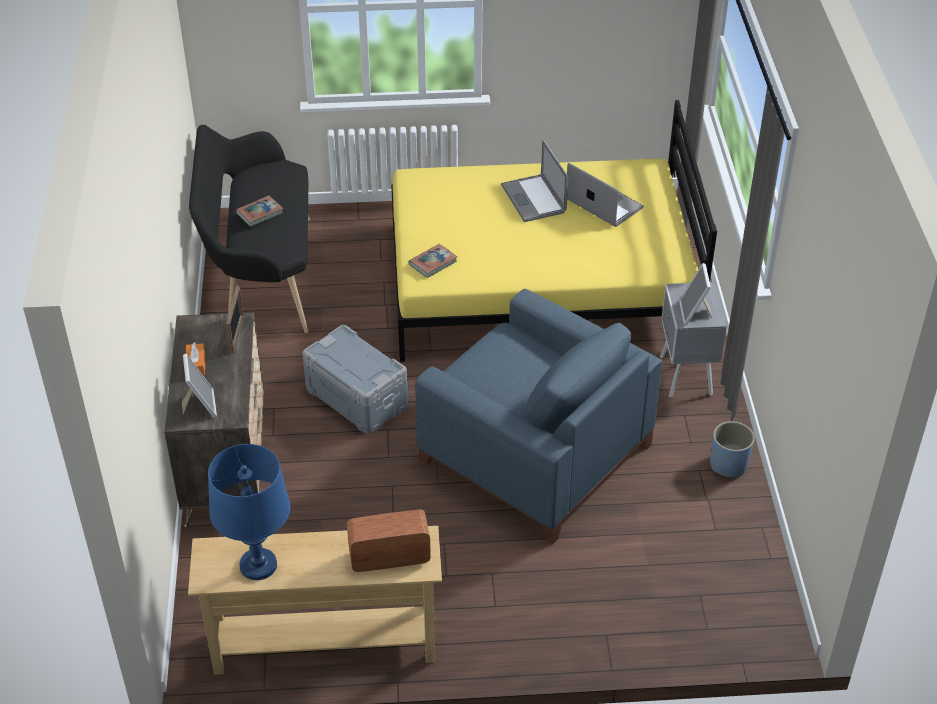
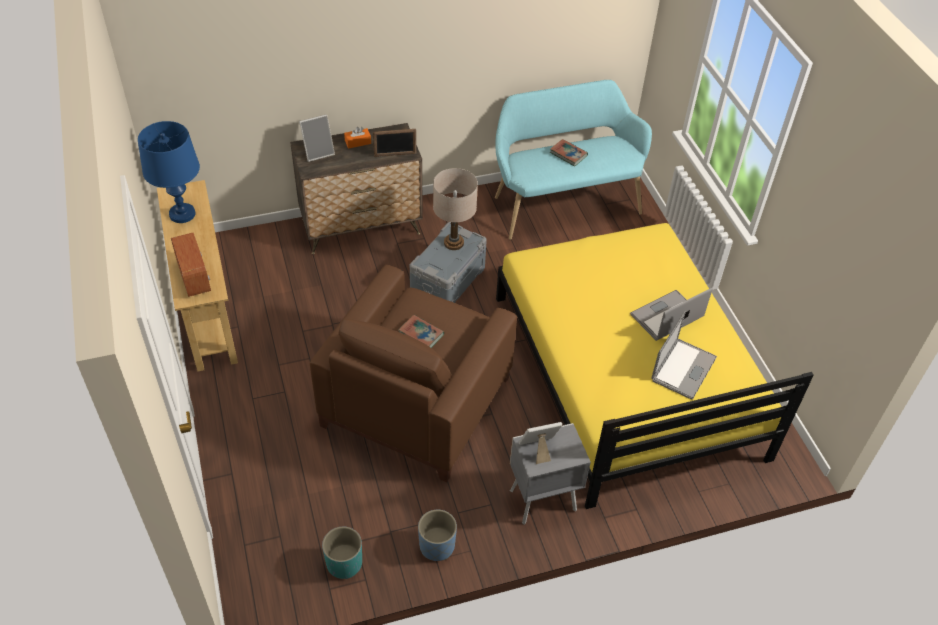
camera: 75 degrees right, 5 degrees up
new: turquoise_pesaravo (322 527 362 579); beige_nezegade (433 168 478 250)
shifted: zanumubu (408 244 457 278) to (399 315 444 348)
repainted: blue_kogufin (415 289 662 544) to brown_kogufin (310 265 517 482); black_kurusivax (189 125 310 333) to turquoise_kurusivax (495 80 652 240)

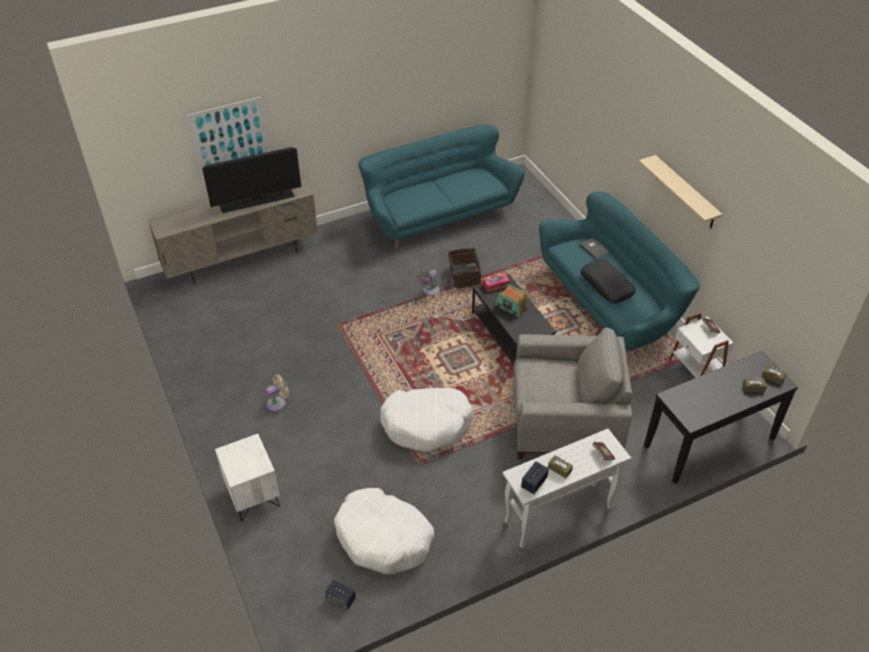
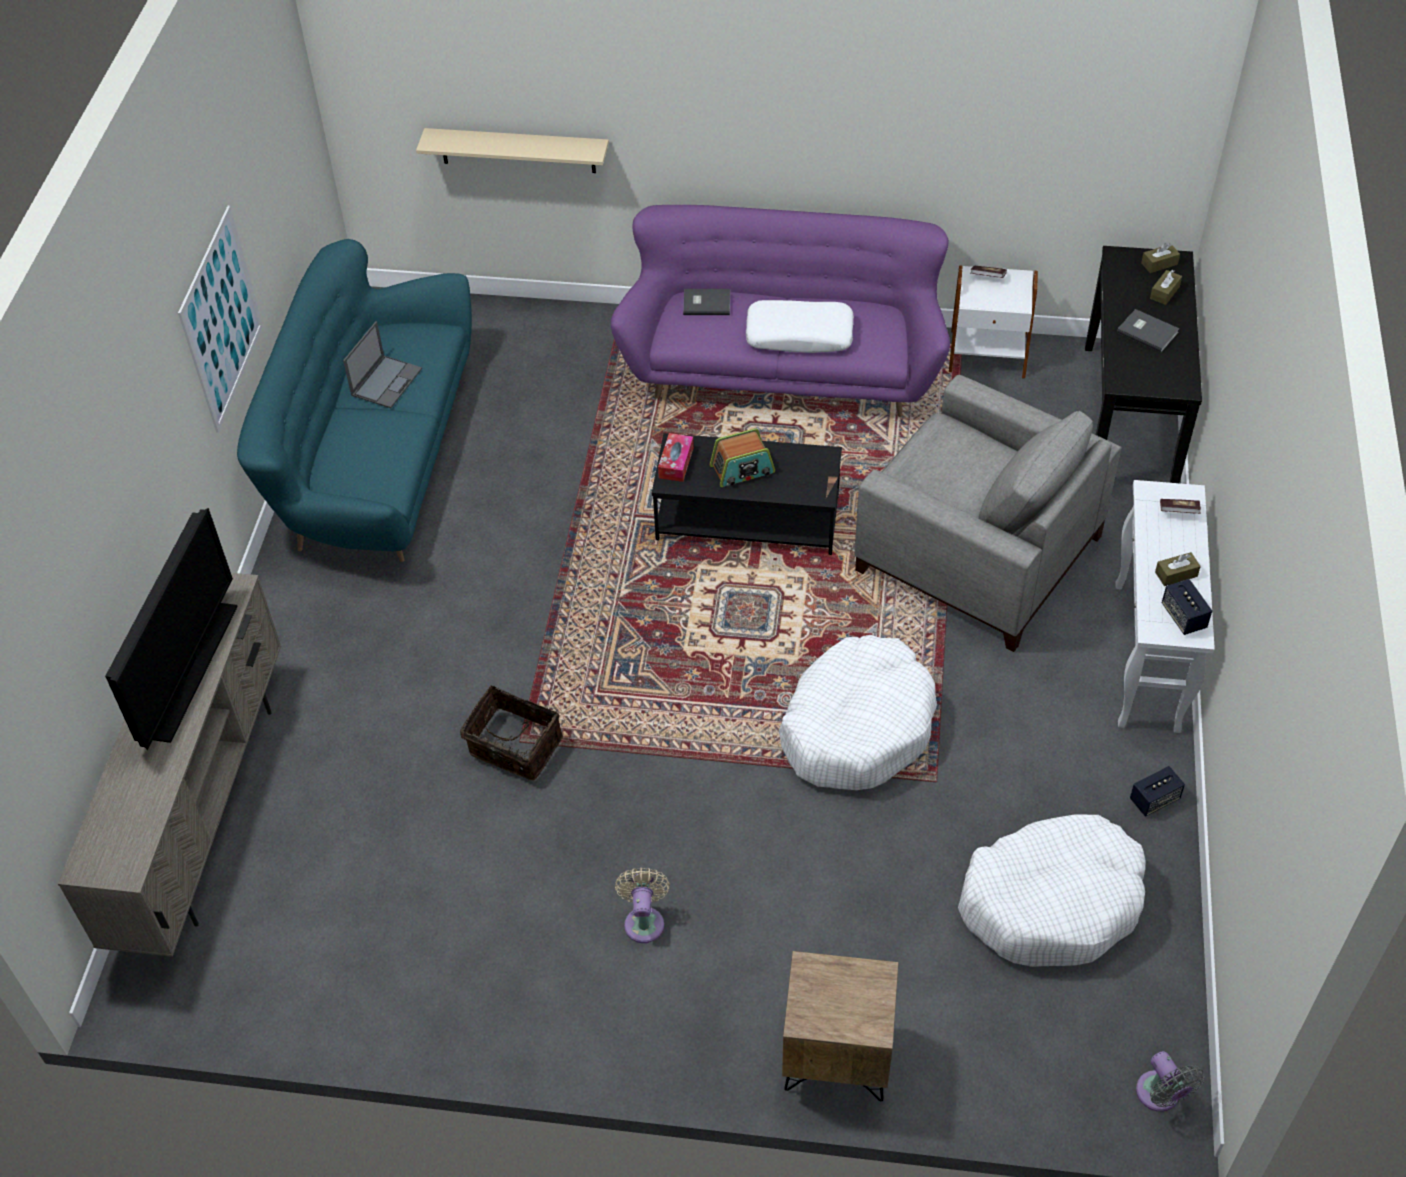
camera: 55 degrees left, 5 degrees up
new: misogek (343 321 422 408); grey_zanumubu (1117 309 1179 352)
shifted: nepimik (187 97 270 179) to (178 206 263 433); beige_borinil (639 155 723 228) to (416 128 609 173); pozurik (448 248 481 288) to (460 685 563 780); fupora (325 579 356 609) to (1130 766 1185 817); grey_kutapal (417 270 439 296) to (1136 1051 1204 1112)
repainted: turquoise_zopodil (539 191 700 352) to purple_zopodil (611 205 950 417); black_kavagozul (581 259 636 304) to white_kavagozul (746 300 854 353); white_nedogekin (215 434 280 521) to brown_nedogekin (782 951 899 1101)
rotated: grey_kogufin (513 327 632 459) = (855 375 1121 652) 90 degrees clockwise

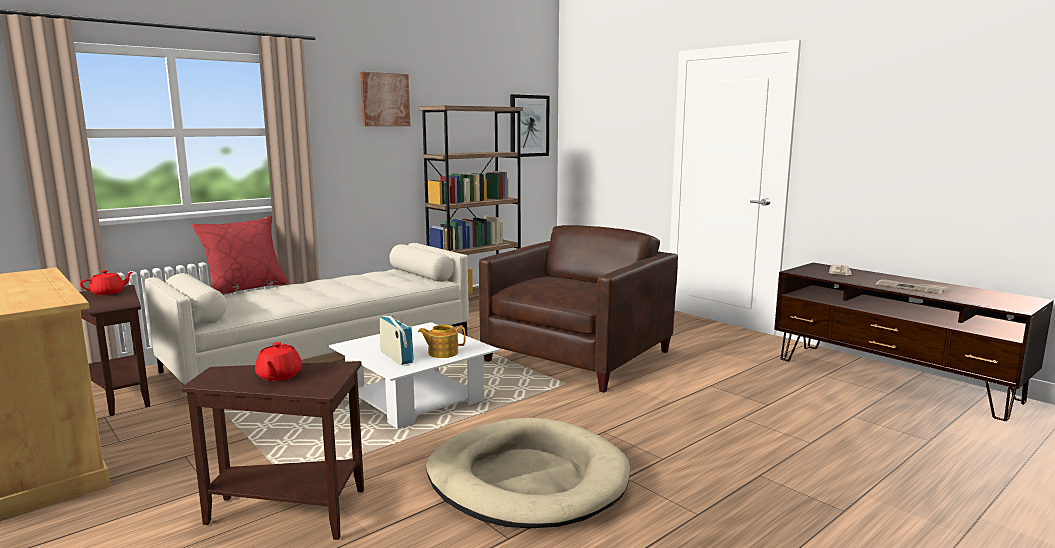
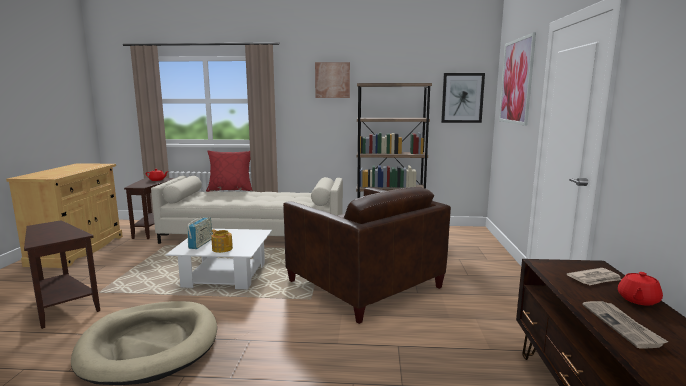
camera: 45 degrees right, 0 degrees up
new: nepimik (499 32 536 126)
shifted: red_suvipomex (255 342 302 381) to (618 272 663 306)
rotated: brown_kogufin (479 225 678 393) = (283 187 451 324) 60 degrees clockwise

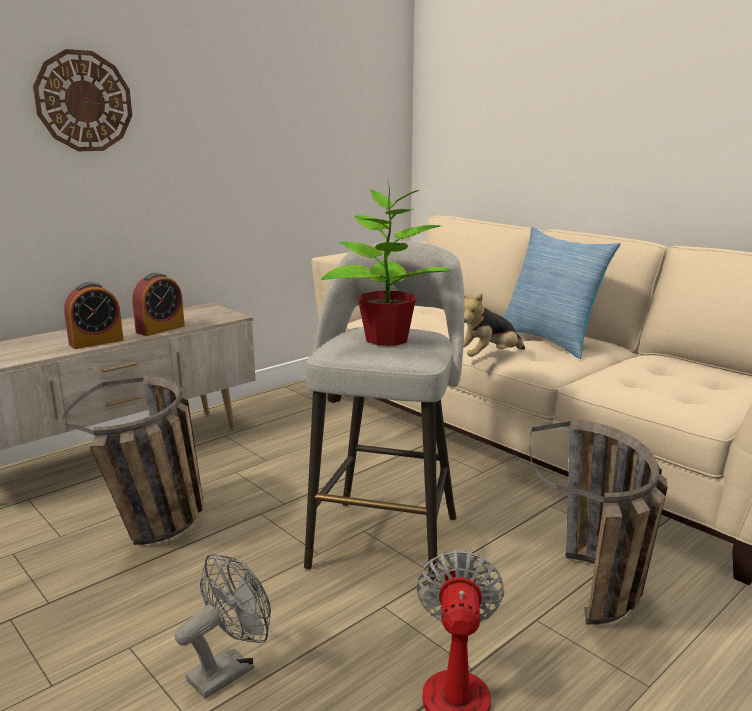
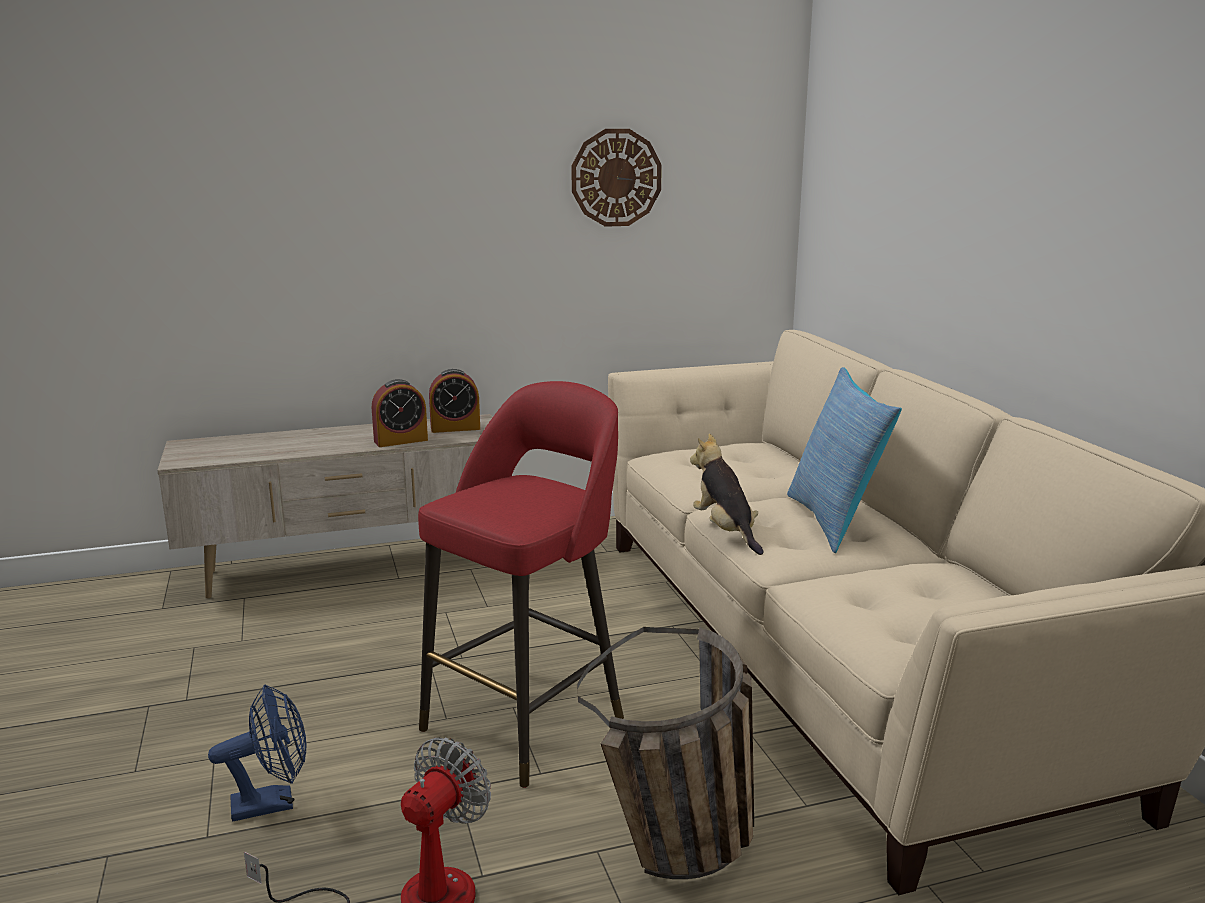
camera: 25 degrees right, 0 degrees up
gone: pozurik (62 376 204 545); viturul (321 181 451 346)
shifted: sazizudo (64 282 124 349) to (429 369 480 433); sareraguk (33 49 132 151) to (571 129 662 227)
repainted: grey_kutapal (175 554 271 699) to blue_kutapal (208 684 306 821); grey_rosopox (304 241 464 587) to red_rosopox (418 381 624 788)
rotated: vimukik (463 294 525 357) = (690 433 764 555) 75 degrees clockwise

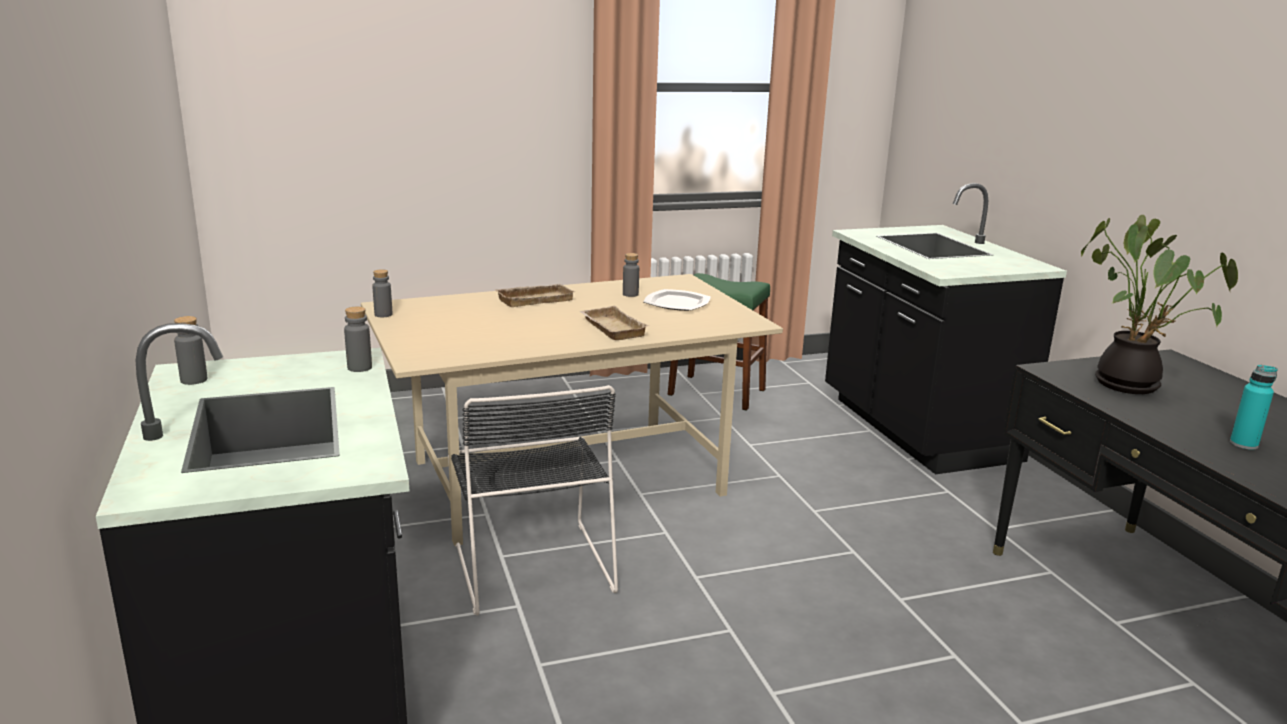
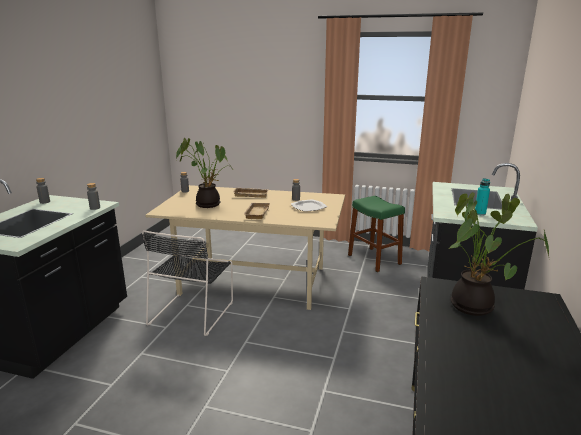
camera: 35 degrees right, 0 degrees up
new: viturul (176 138 233 208)
shifted: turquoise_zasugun (1230 365 1278 450) to (475 178 490 216)

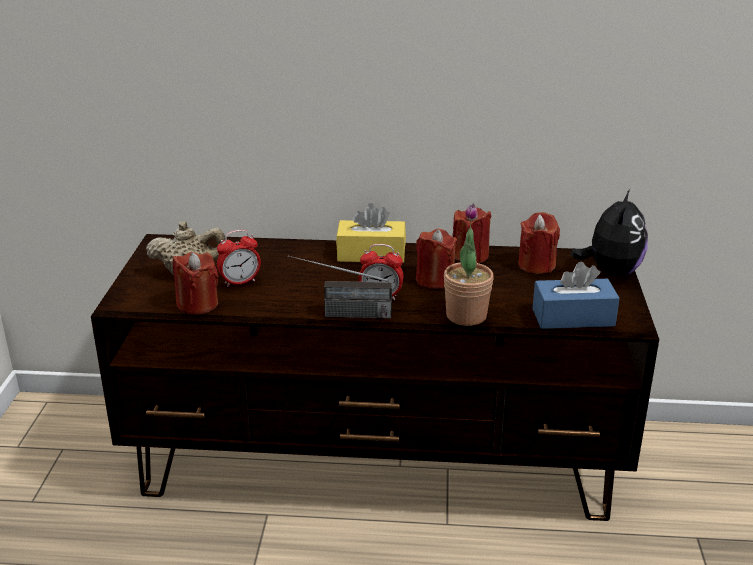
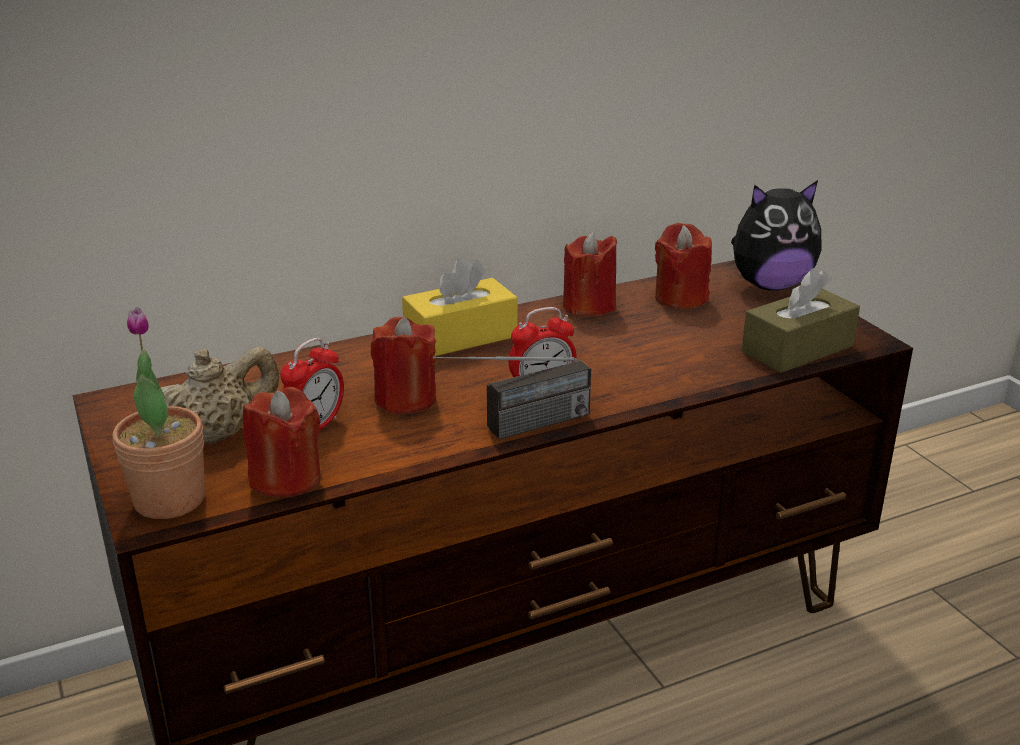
camera: 30 degrees left, 0 degrees up
shifted: viturul (444 204 494 326) to (112 307 205 519); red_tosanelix (416 229 457 289) to (371 317 436 414)
repainted: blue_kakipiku (532 262 620 329) to brown_kakipiku (742 268 860 373)
rotated: vimukik (571 189 648 277) = (731 180 822 291) 90 degrees clockwise

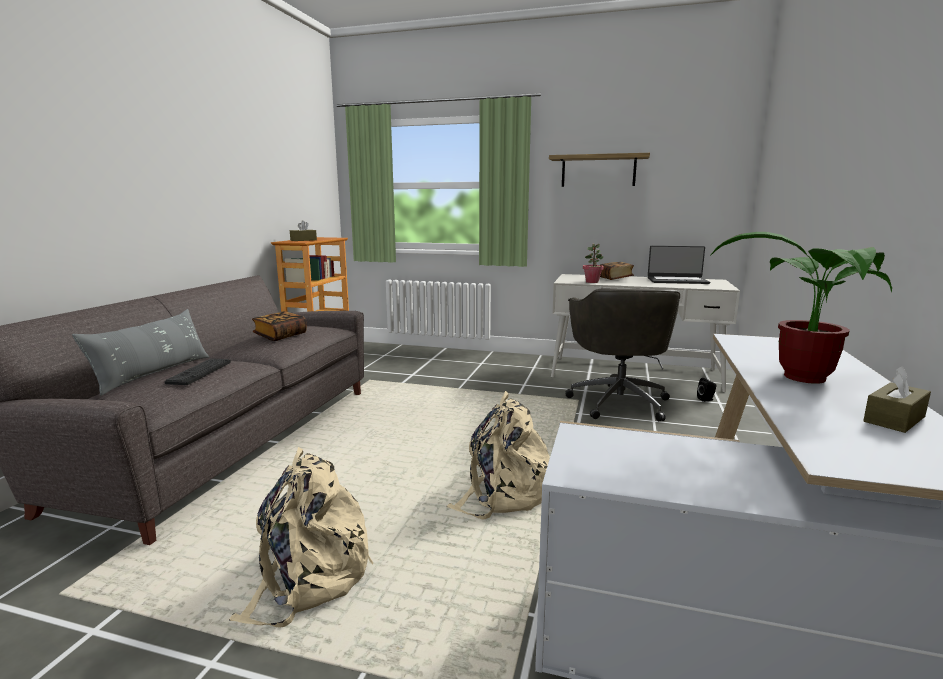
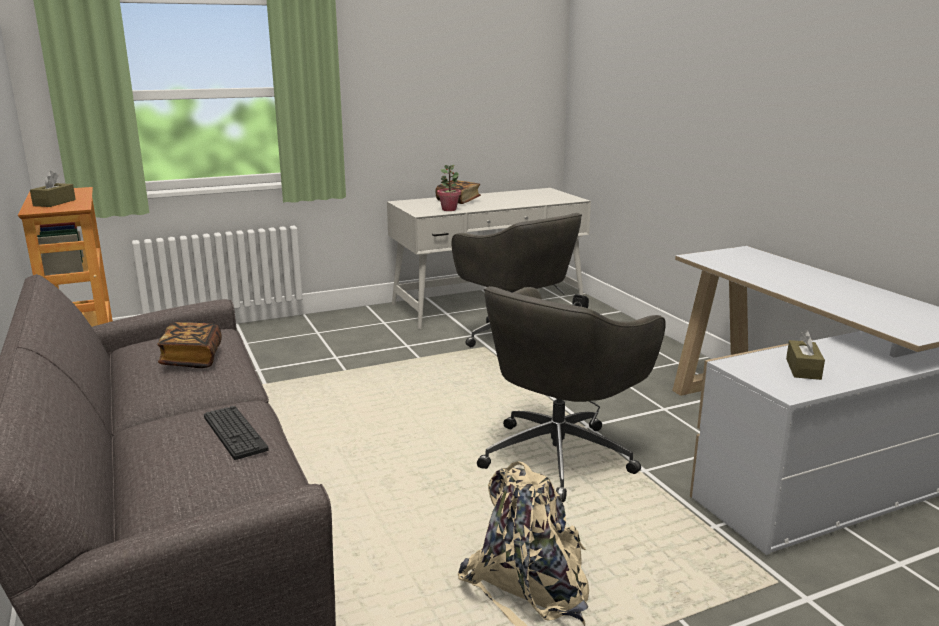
camera: 40 degrees left, 5 degrees up
gone: grey_kavagozul (72 309 209 396); borinil (549 153 650 187); misogek (648 246 710 284); viturul (710 232 892 384)
shifted: brown_kakipiku (863 366 931 433) to (786 330 825 380)
swapped: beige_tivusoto (446 391 550 519) to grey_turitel (477 286 666 502)

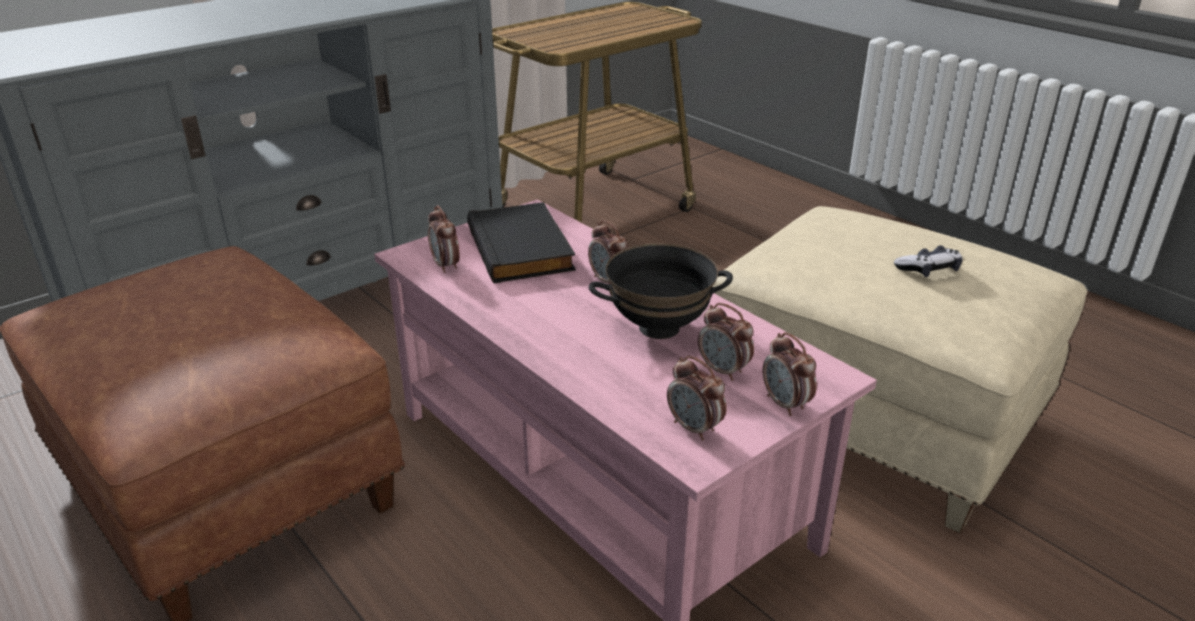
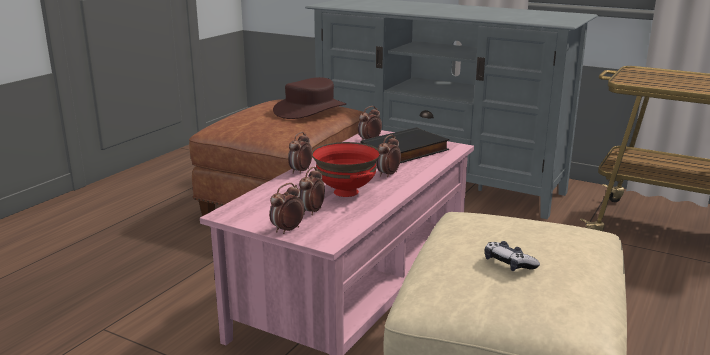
camera: 70 degrees right, 10 degrees down
new: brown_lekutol (273 77 346 119)
shifted: sazizudo (667 356 727 441) to (288 132 312 174)
repainted: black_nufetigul (589 243 733 339) to red_nufetigul (312 142 380 197)

